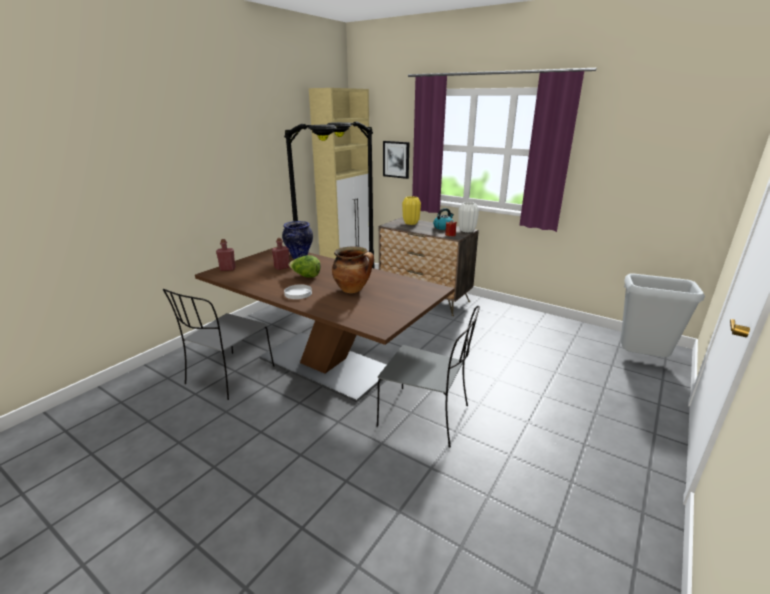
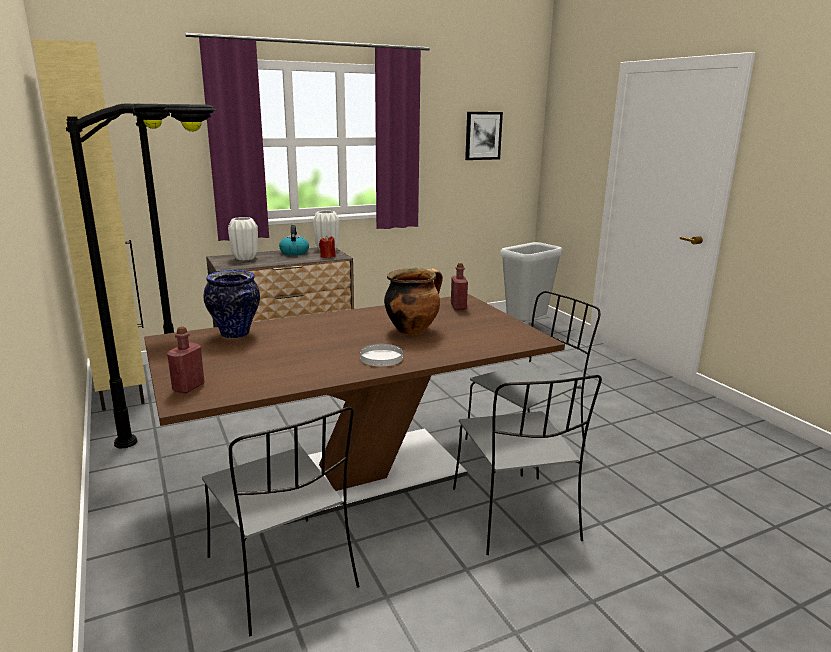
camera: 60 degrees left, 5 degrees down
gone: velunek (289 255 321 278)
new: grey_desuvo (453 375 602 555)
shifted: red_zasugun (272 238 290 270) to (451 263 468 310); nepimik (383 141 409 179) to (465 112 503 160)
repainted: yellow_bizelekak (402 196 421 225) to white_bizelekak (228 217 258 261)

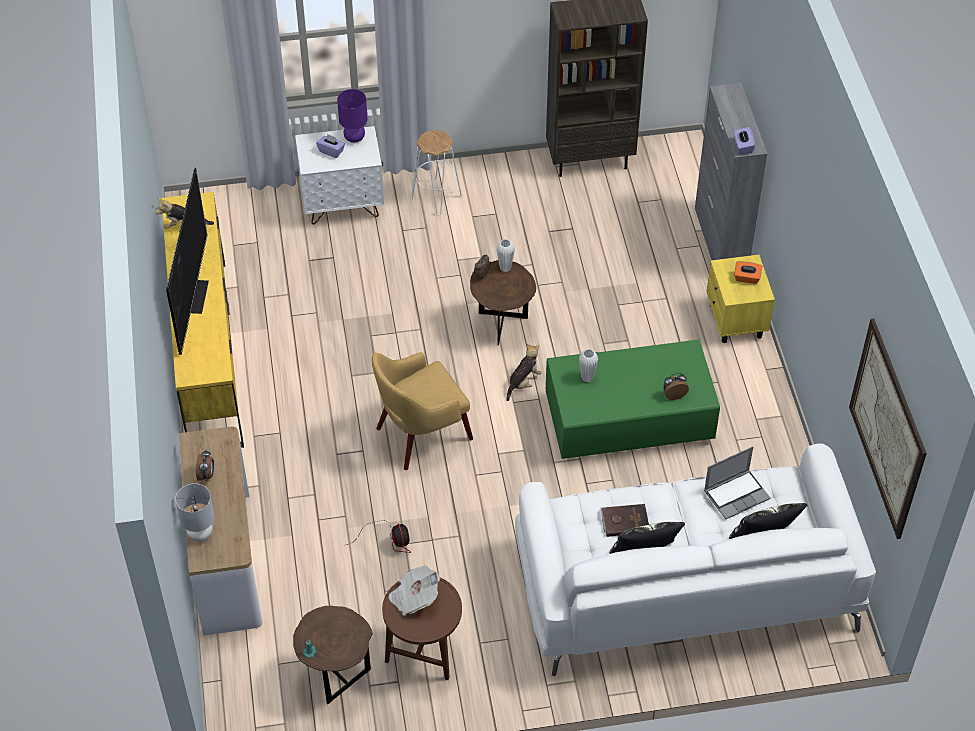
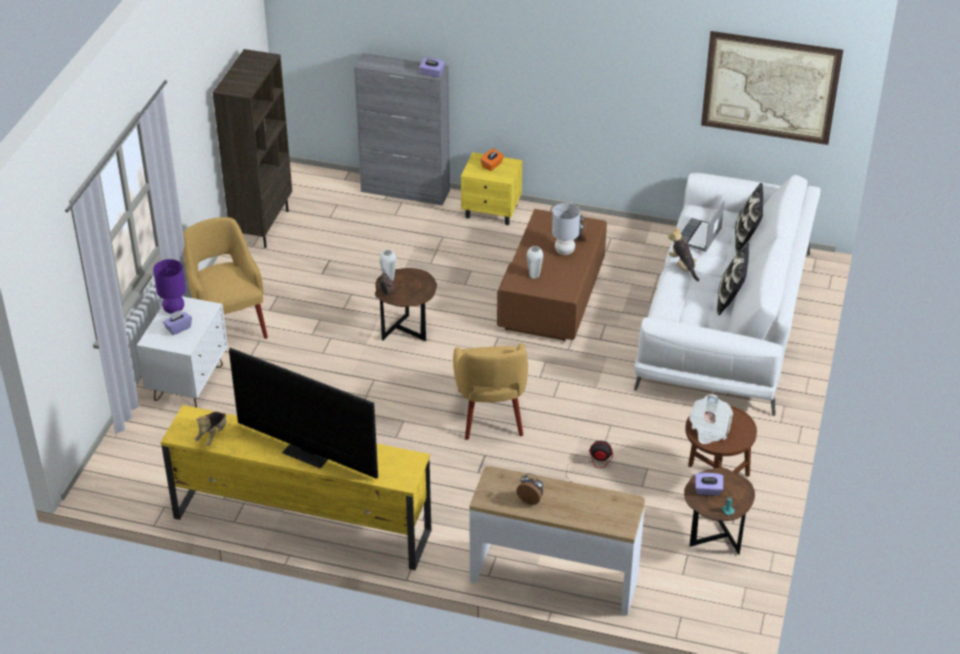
camera: 65 degrees left, 10 degrees down
gone: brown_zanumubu (601 504 649 537)
new: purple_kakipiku (695 473 723 495)
shifted: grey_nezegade (175 483 215 542) to (552 203 580 255); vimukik (507 344 542 401) to (668 226 699 281)
swapped: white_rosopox (411 130 462 215) to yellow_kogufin (183 217 268 339)
repainted: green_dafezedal (546 339 720 459) to brown_dafezedal (497 209 607 341)
rotated: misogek (704 446 770 519) = (681 201 725 252) 150 degrees counterclockwise

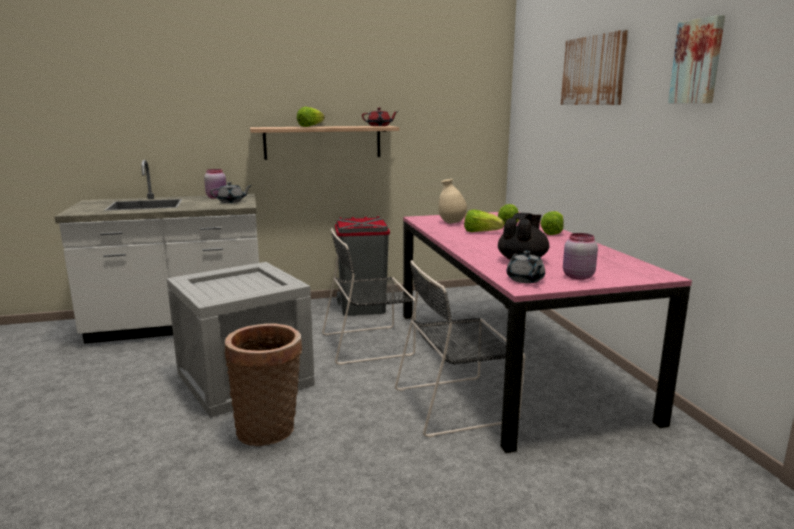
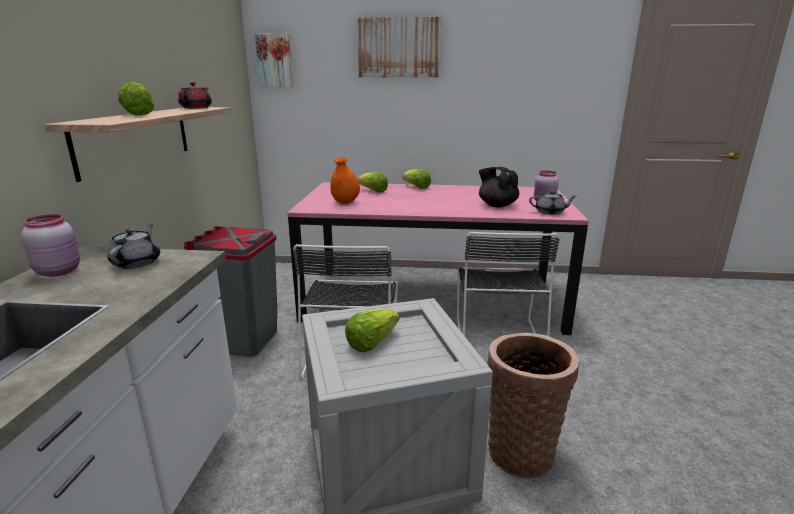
camera: 70 degrees left, 5 degrees up
shifted: nepimik (668 15 725 103) to (255 33 293 87); velunek (464 210 504 232) to (345 308 399 352)
repainted: beige_bizelekak (438 179 467 224) to orange_bizelekak (330 157 360 204)

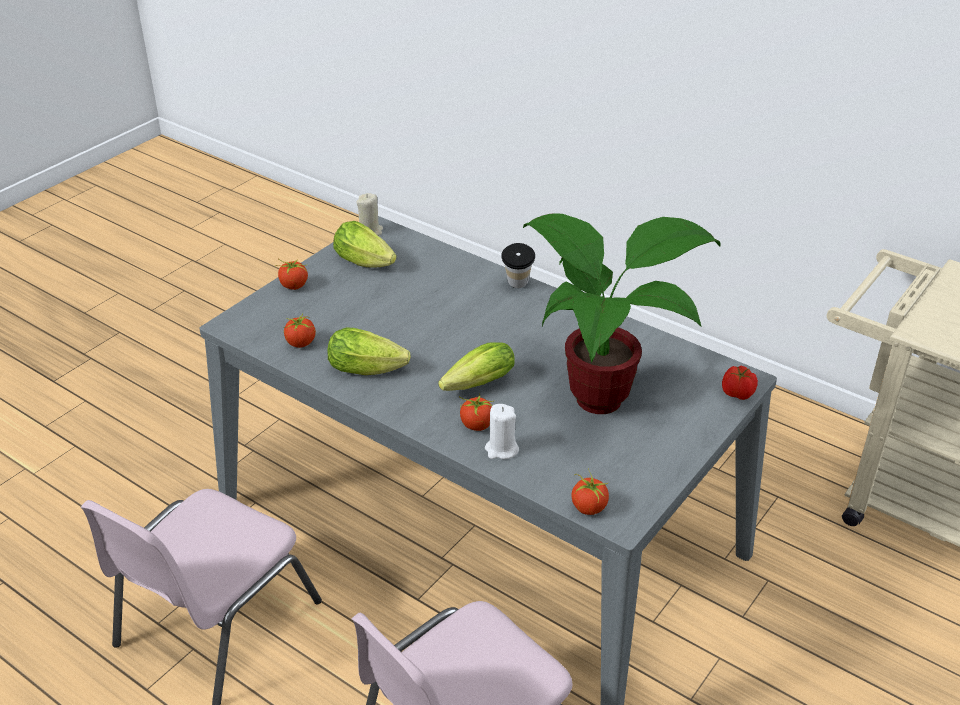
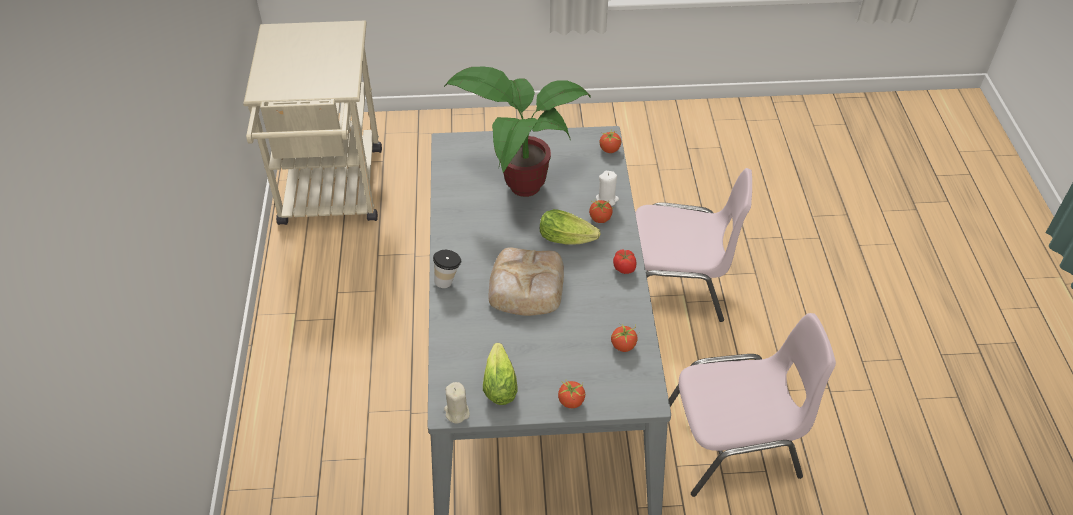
camera: 130 degrees left, 10 degrees up
gone: velunek (327 327 411 375)
new: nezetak (489 248 564 316)
shifted: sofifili (722 366 758 400) to (613 250 636 274)

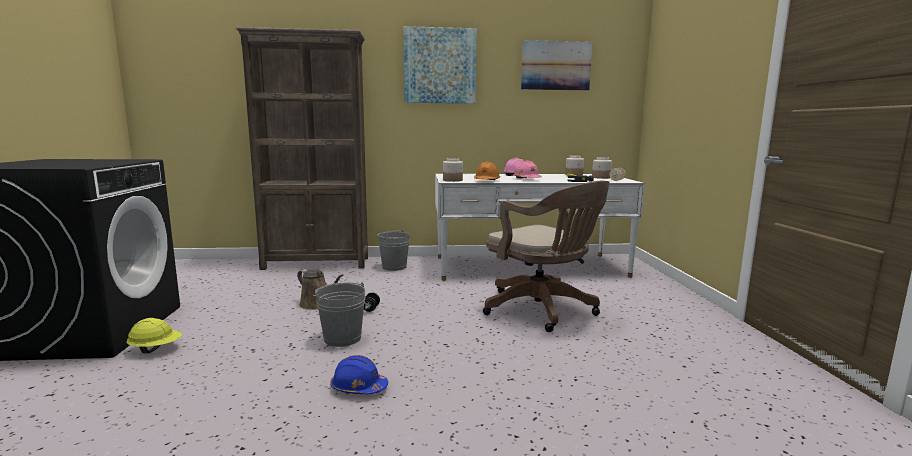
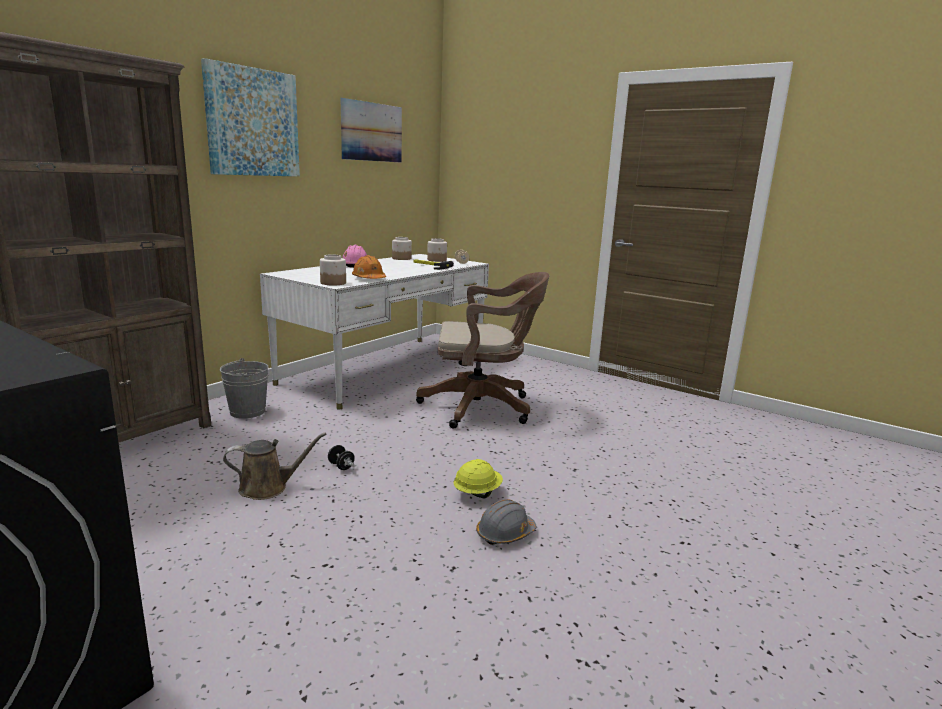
camera: 50 degrees left, 5 degrees up
gone: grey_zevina (313 282 365 347); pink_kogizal (513 160 542 178)
shifted: yellow_kogizal (127 318 182 354) to (453 459 503 498)
repainted: blue_kogizal (330 355 388 394) to grey_kogizal (476 499 536 545)

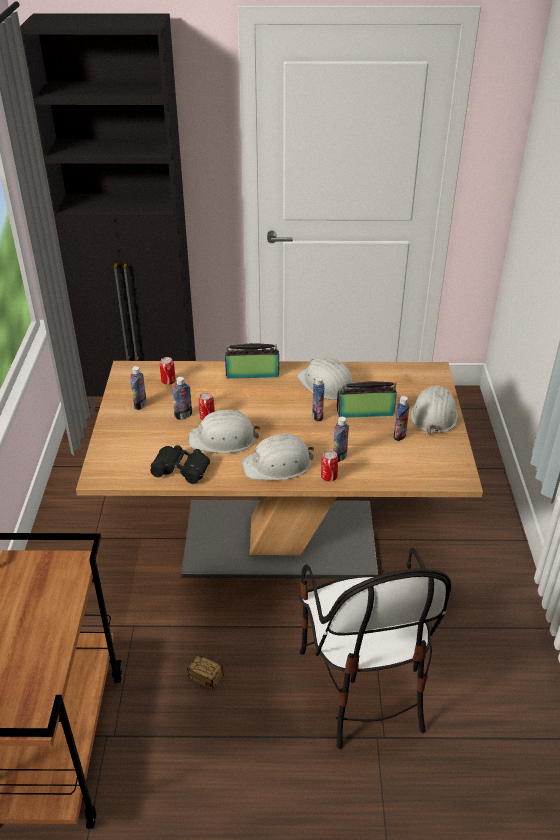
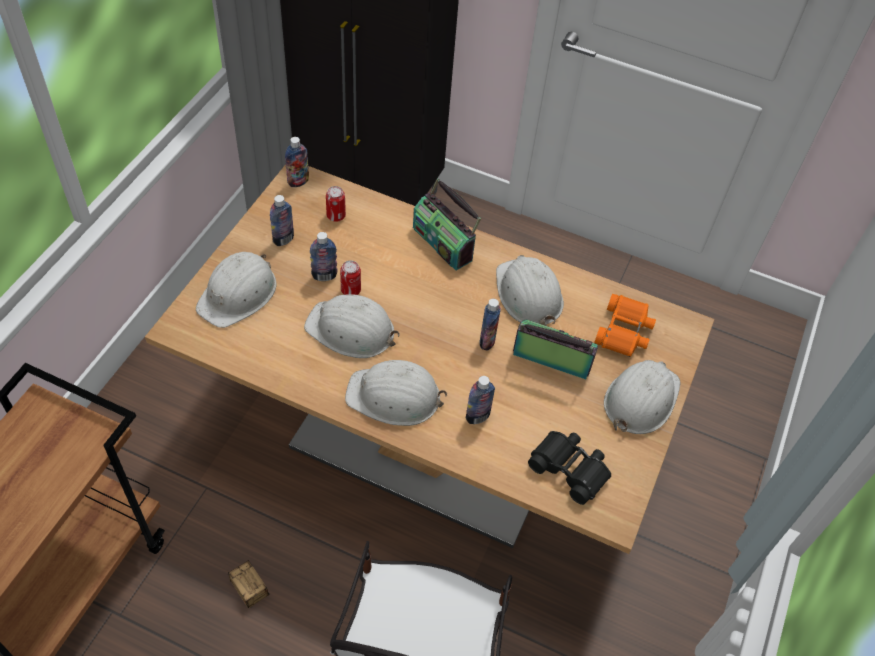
camera: 20 degrees right, 15 degrees up
gone: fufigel (321 450 338 482)
new: white_kogizal (196 252 276 328); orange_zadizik (594 294 656 357)
shifted: zasugun (394 396 410 441) to (285 137 309 187); black_zadizik (150 445 210 484) to (528 431 611 505)
rotated: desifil (225 343 279 379) = (413 178 481 270) 150 degrees counterclockwise

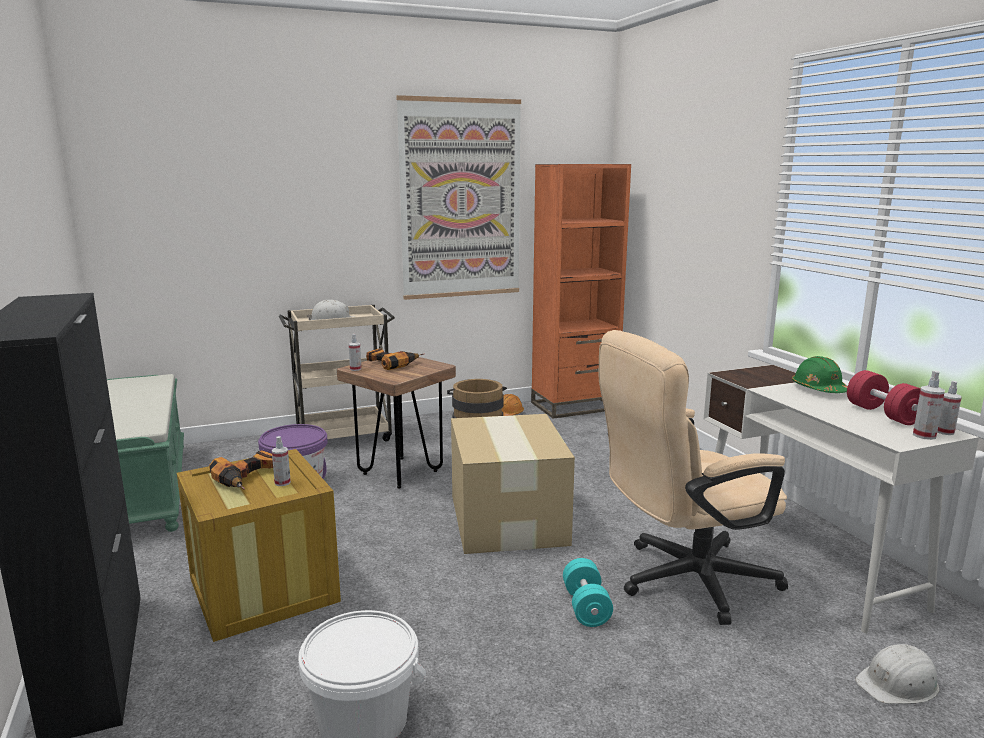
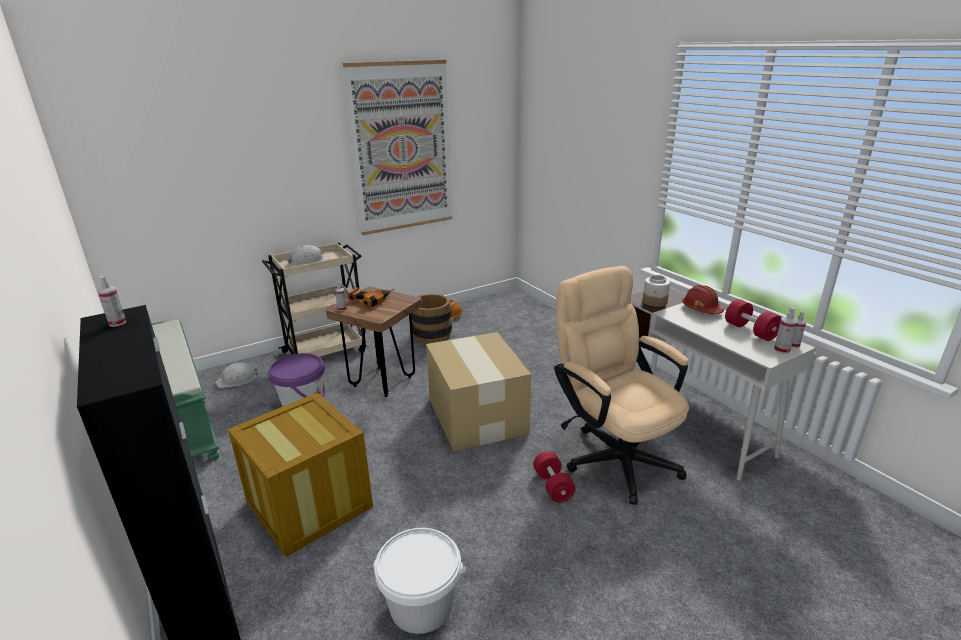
camera: 10 degrees left, 10 degrees up
gone: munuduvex (209 450 273 490); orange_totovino (531 164 631 419)
new: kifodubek (643 275 670 307)
shifted: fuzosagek (272 436 291 486) to (98 276 126 327); white_kogizal (855 644 939 704) to (216 362 258 388)
repainted: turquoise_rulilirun (563 558 613 627) to red_rulilirun (533 451 576 503); green_kogizal (792 356 848 393) to red_kogizal (682 285 724 314)
rotated: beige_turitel (599 330 788 625) = (554 266 689 505) 90 degrees clockwise

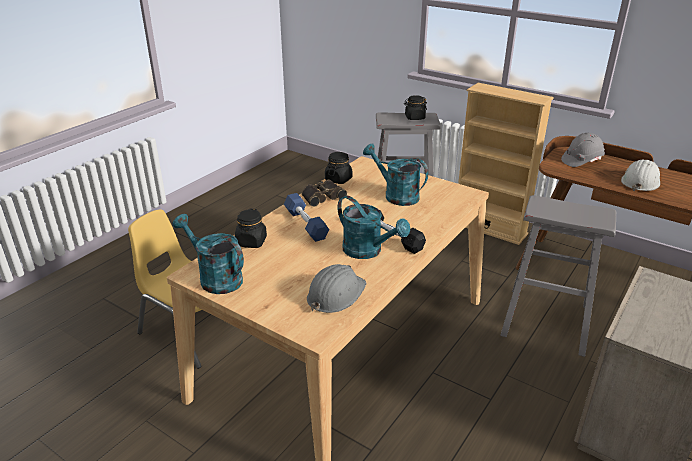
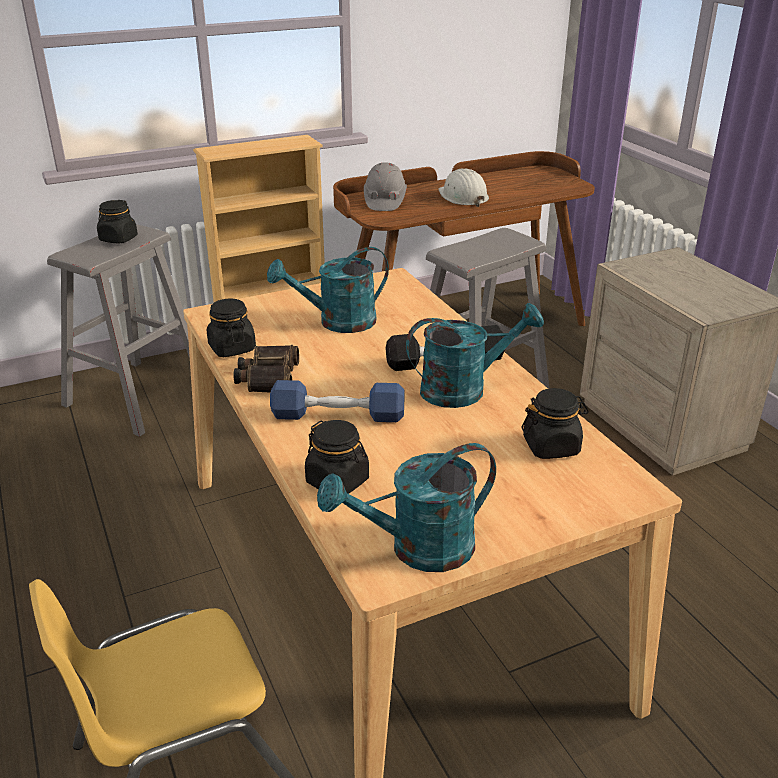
camera: 60 degrees left, 0 degrees up
swapped: grey_kogizal (307 264 366 313) to black_kifodubek (522 388 589 459)

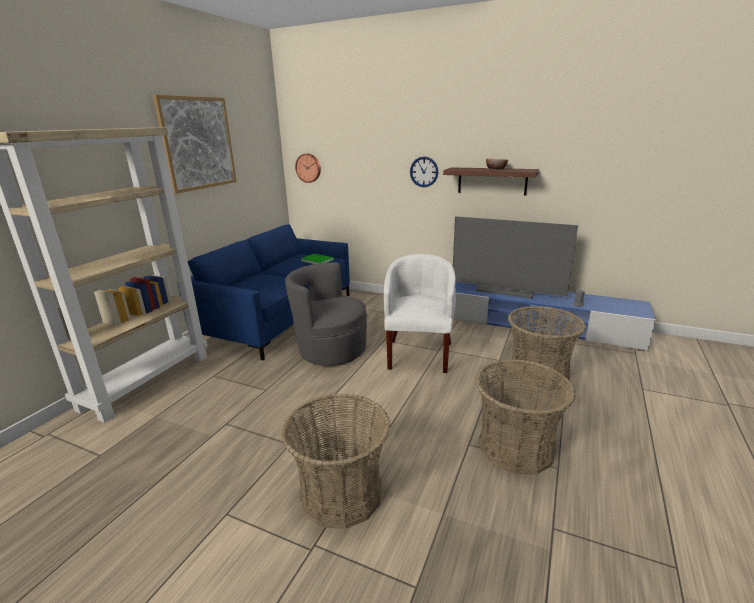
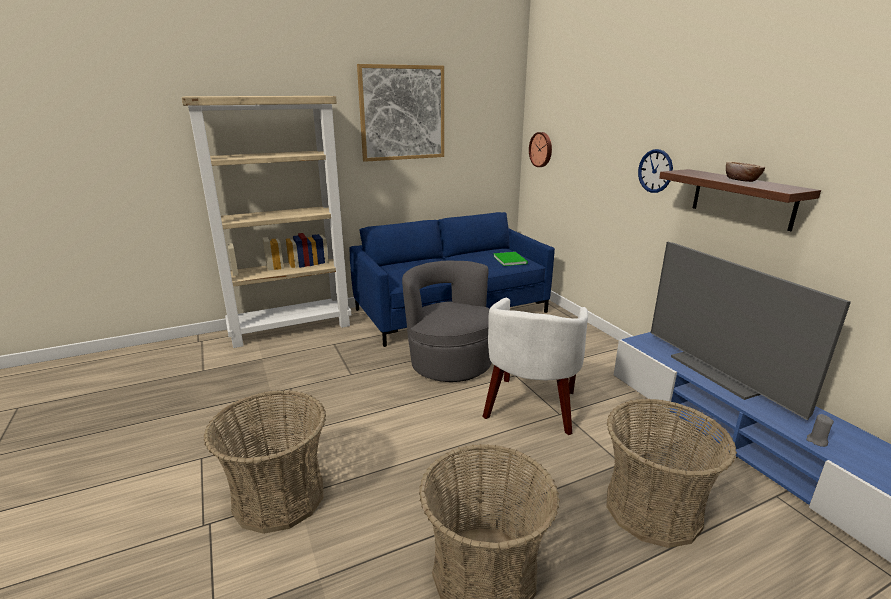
camera: 40 degrees right, 0 degrees up
rotated: white_kogufin (384 254 456 373) = (482 297 588 435) 150 degrees clockwise

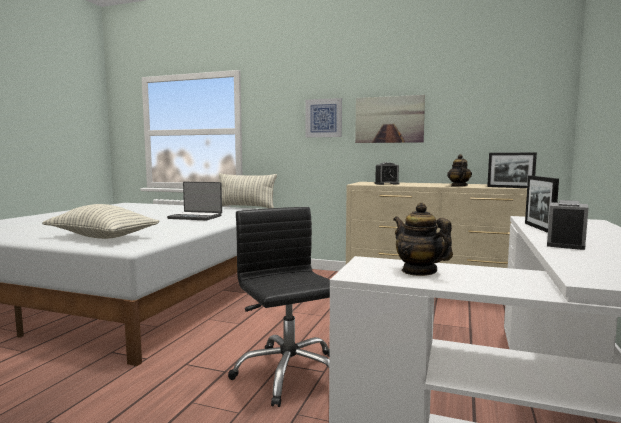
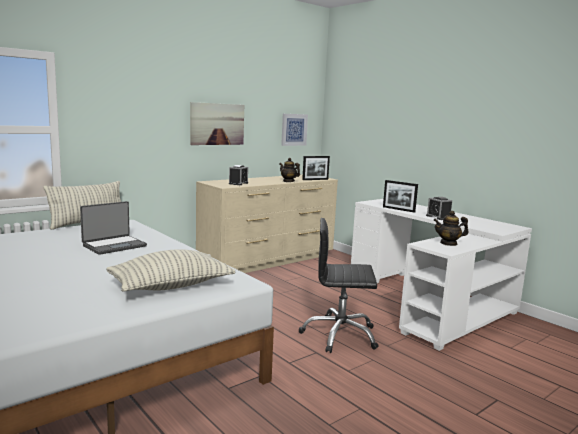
camera: 60 degrees left, 5 degrees up
shifted: nepimik (305 98 342 138) to (281 114 308 146)

